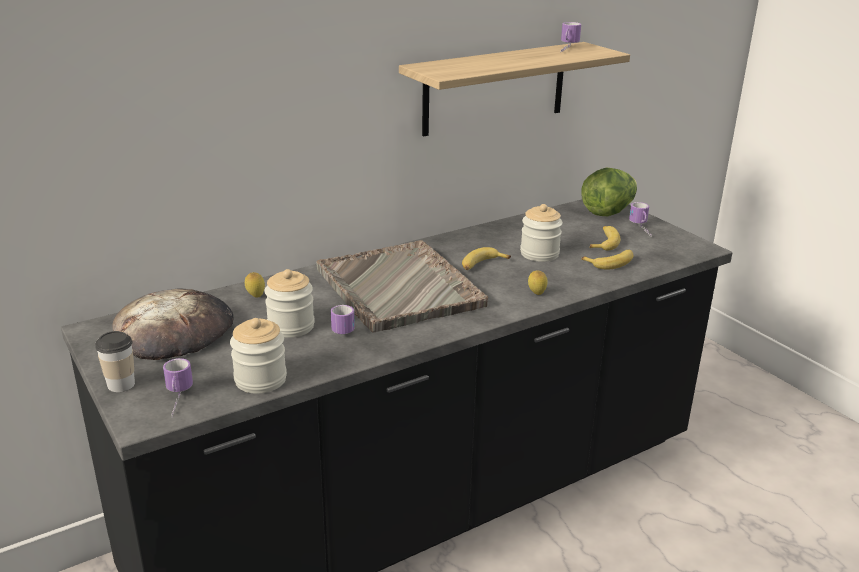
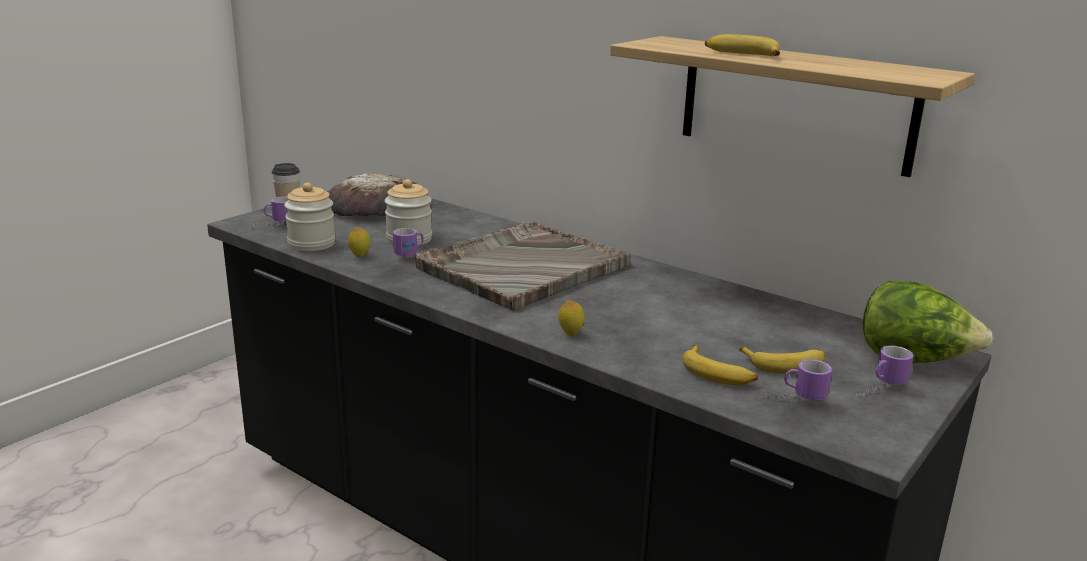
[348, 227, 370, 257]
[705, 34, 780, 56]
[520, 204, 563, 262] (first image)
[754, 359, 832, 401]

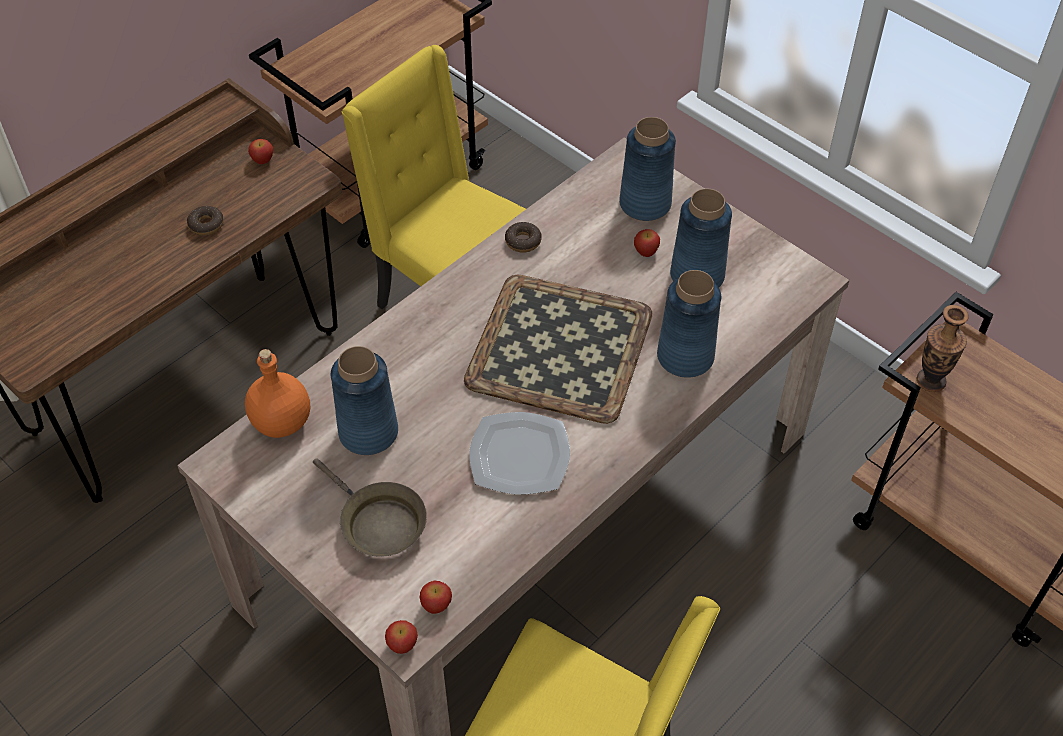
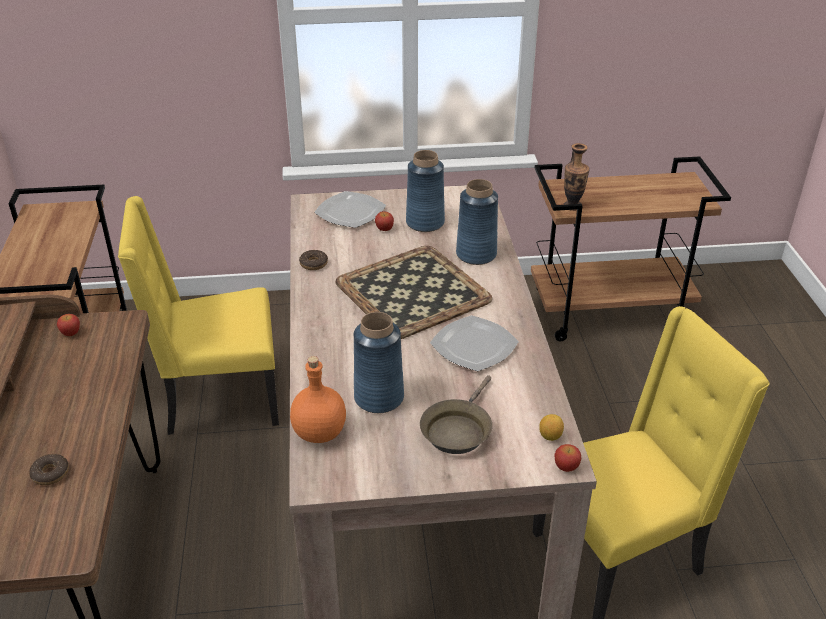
[29, 454, 69, 485]
[420, 375, 492, 454]
[539, 414, 564, 441]
[314, 191, 386, 228]

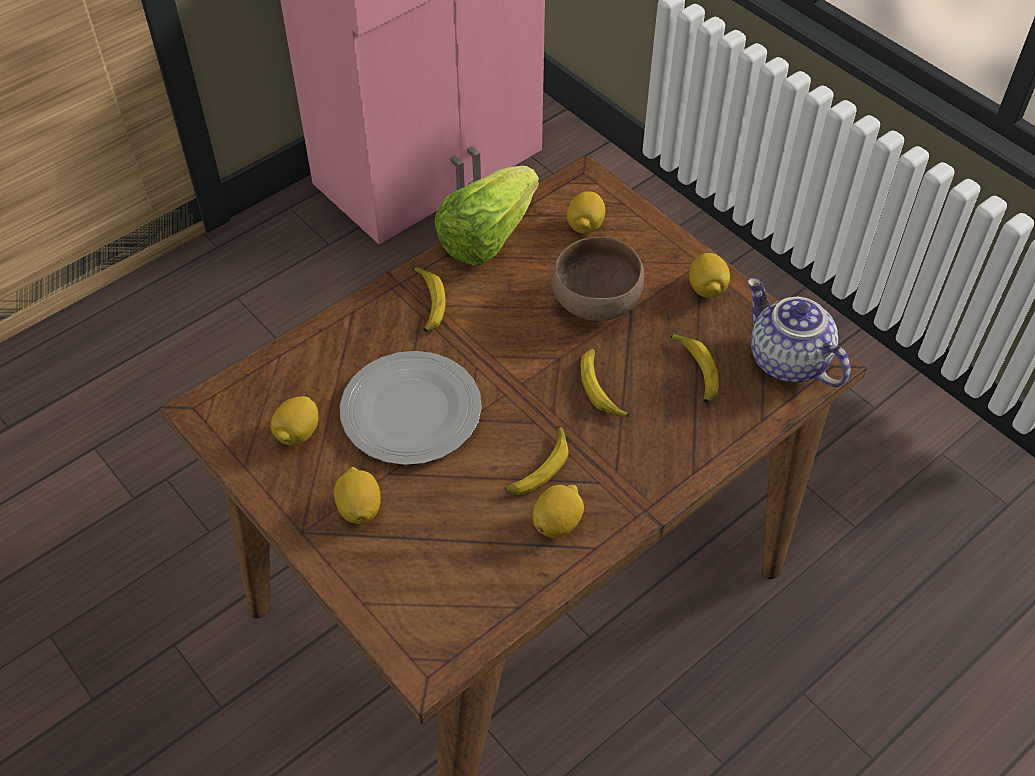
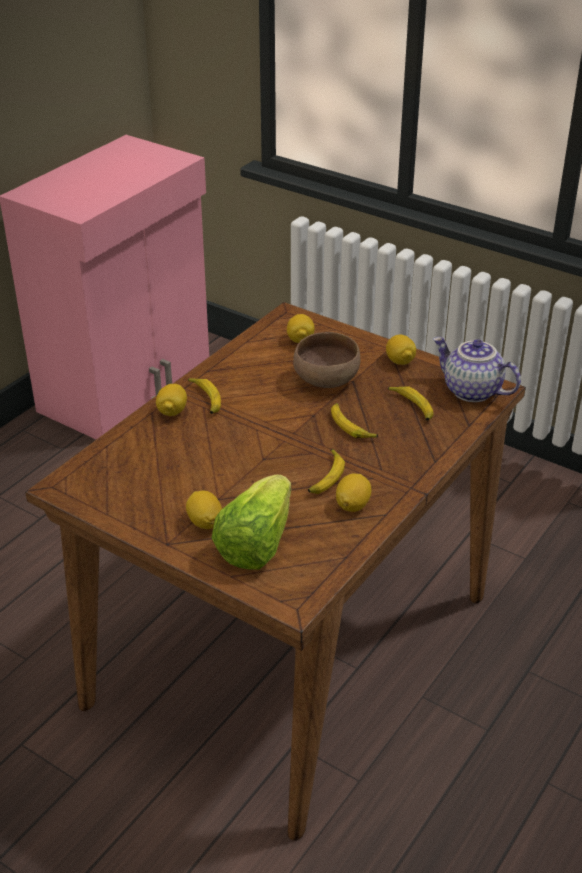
[156, 384, 187, 416]
[340, 351, 482, 465] (first image)
[211, 475, 291, 570]

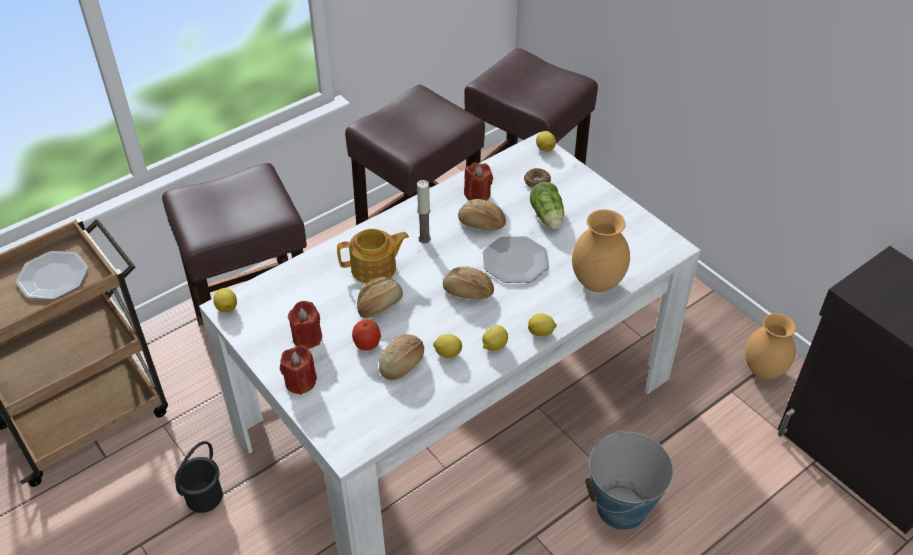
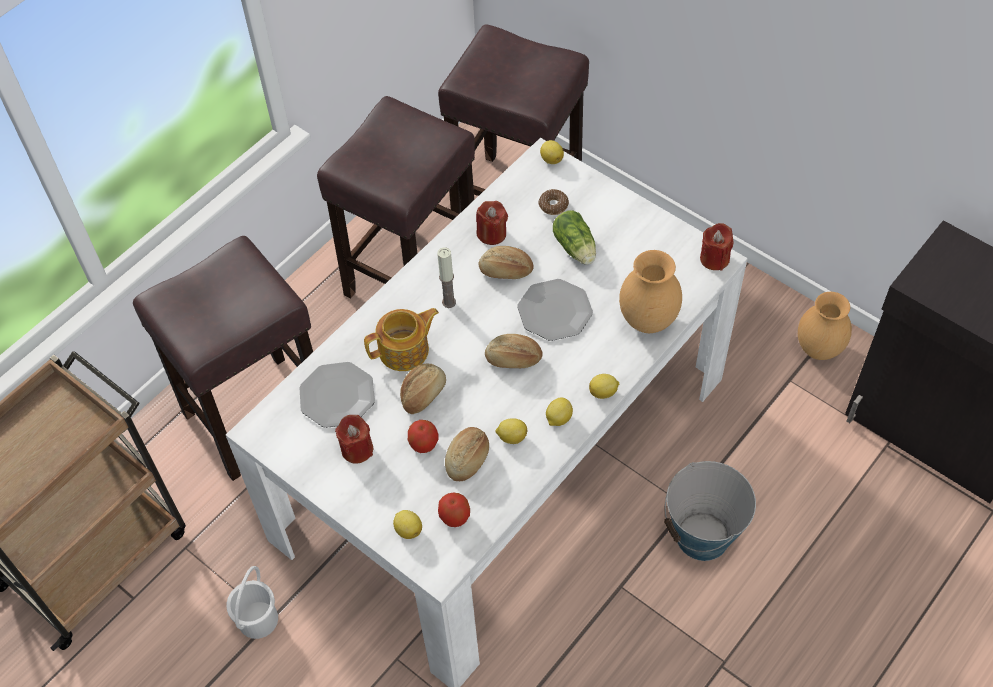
[299, 362, 375, 428]
[226, 566, 278, 639]
[393, 510, 422, 539]
[700, 223, 734, 271]
[438, 492, 470, 527]

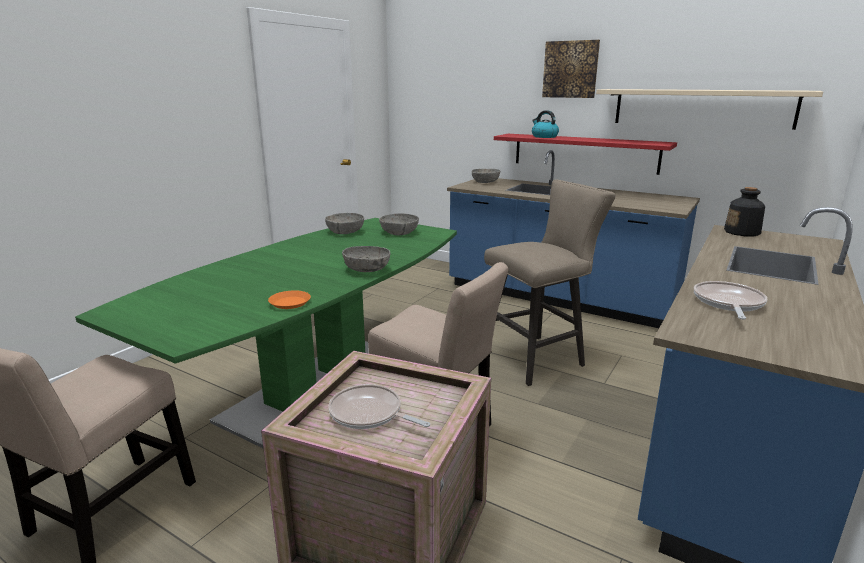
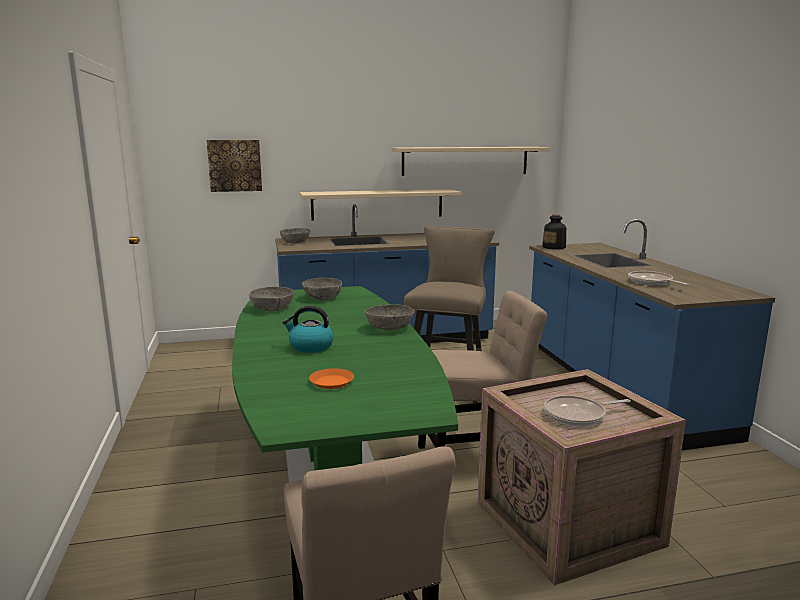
[309, 368, 354, 389]
[300, 189, 462, 220]
[282, 306, 334, 353]
[207, 140, 262, 192]

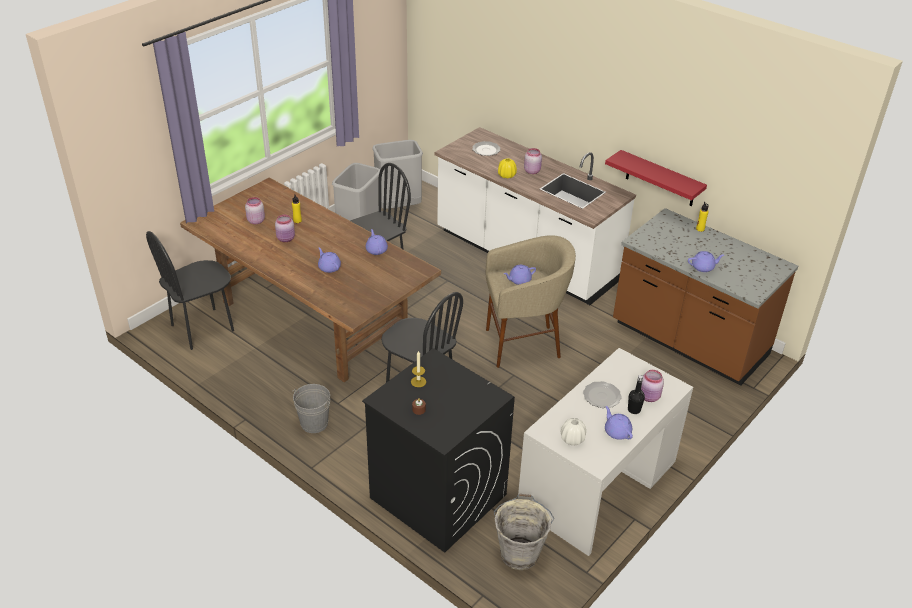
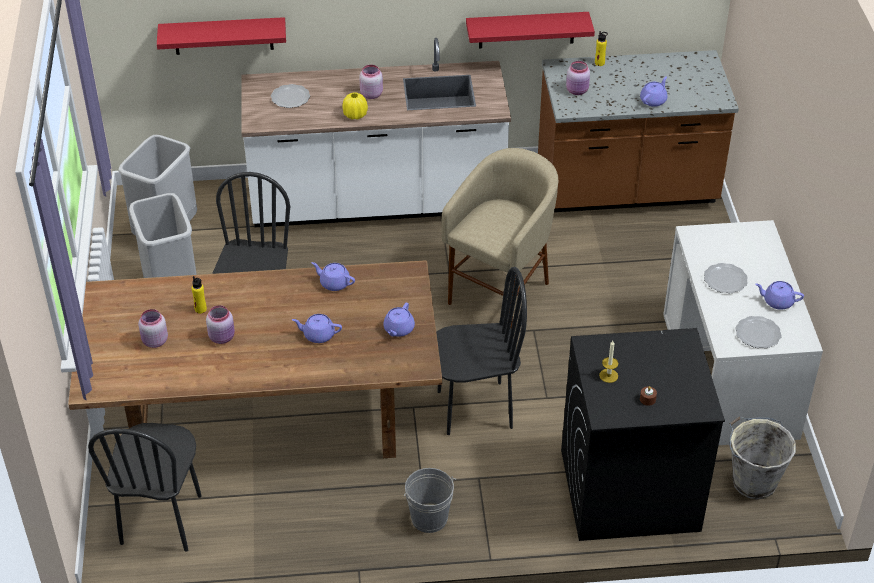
[383, 303, 415, 337]
[735, 316, 782, 348]
[628, 375, 645, 414] (first image)
[566, 61, 590, 95]
[157, 17, 286, 55]

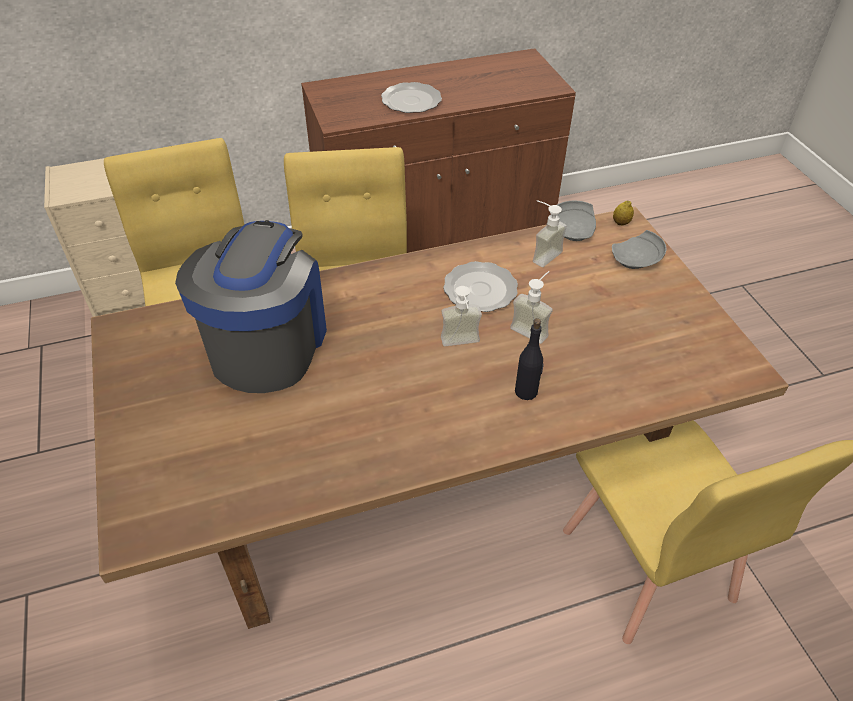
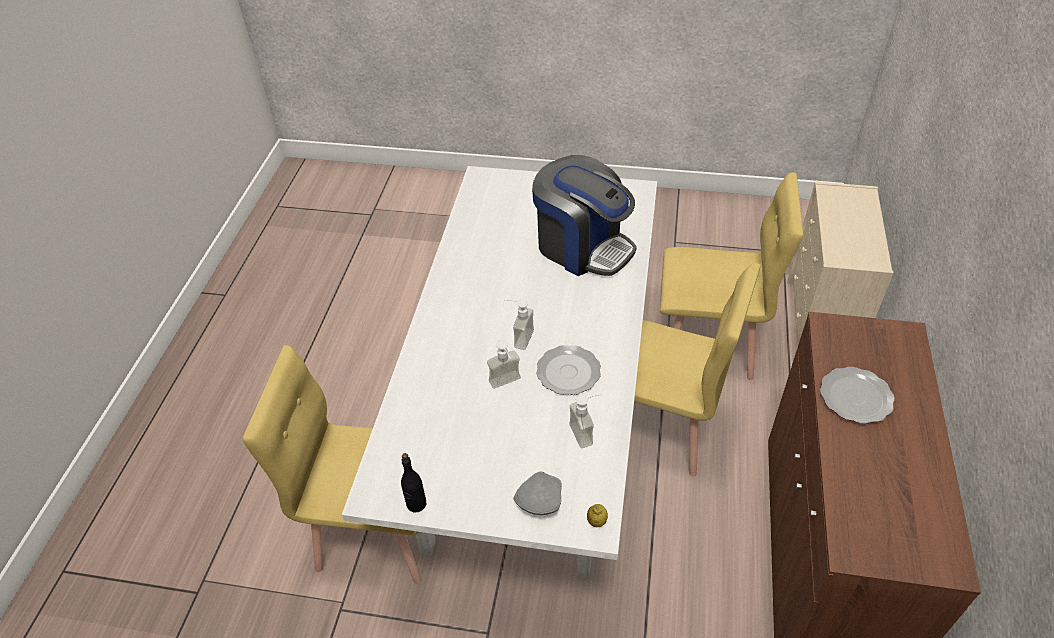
[342, 166, 657, 578]
[401, 453, 426, 513]
[557, 201, 596, 241] (first image)

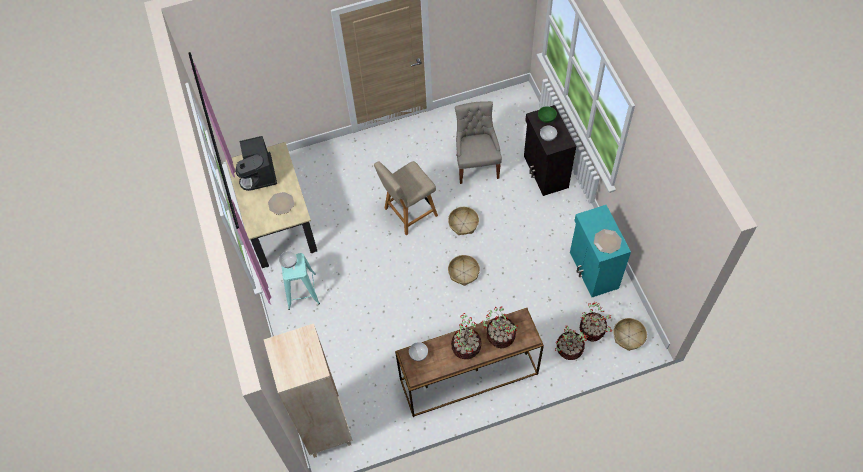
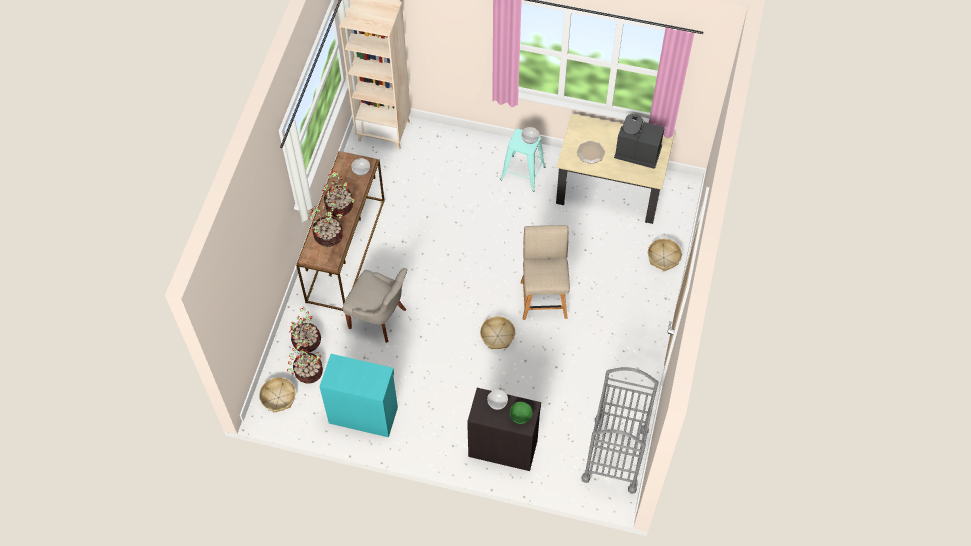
[648, 239, 682, 271]
[343, 268, 407, 343]
[594, 229, 622, 254] (first image)
[582, 367, 658, 494]

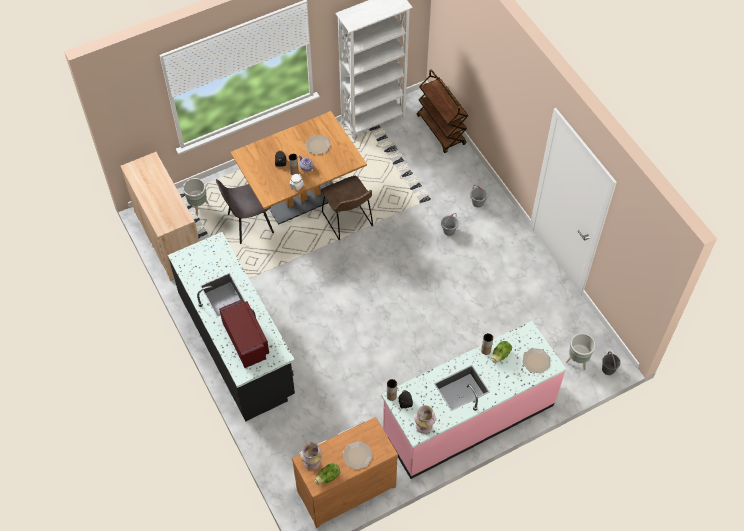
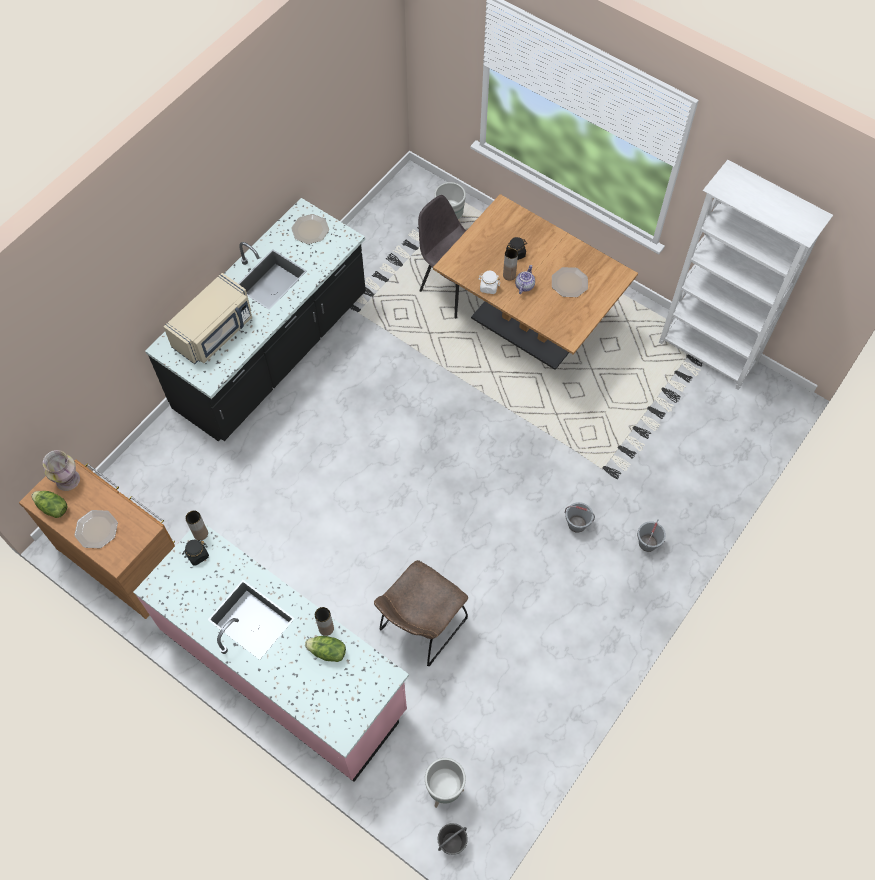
[121, 152, 199, 280] (first image)
[163, 273, 252, 364]
[374, 560, 468, 667]
[414, 405, 436, 434] (first image)
[417, 69, 468, 153] (first image)
[291, 214, 329, 244]

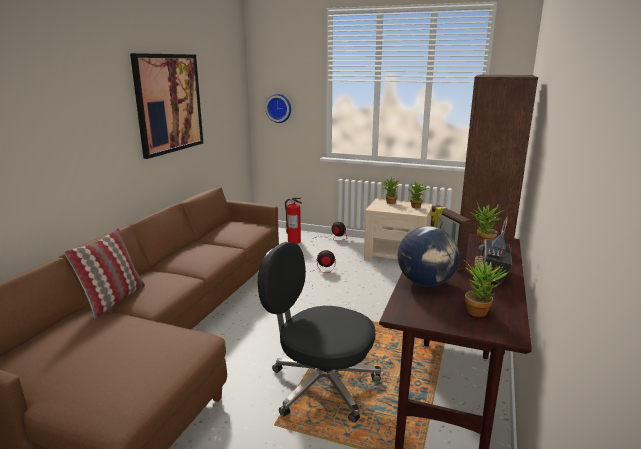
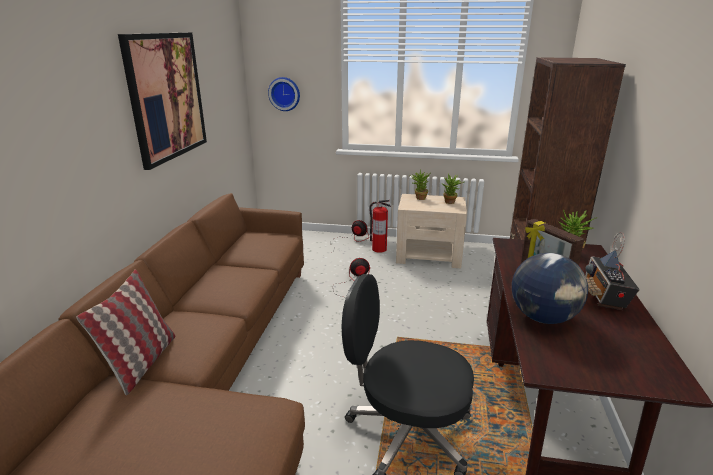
[369, 200, 391, 253]
[463, 260, 508, 317] (first image)

